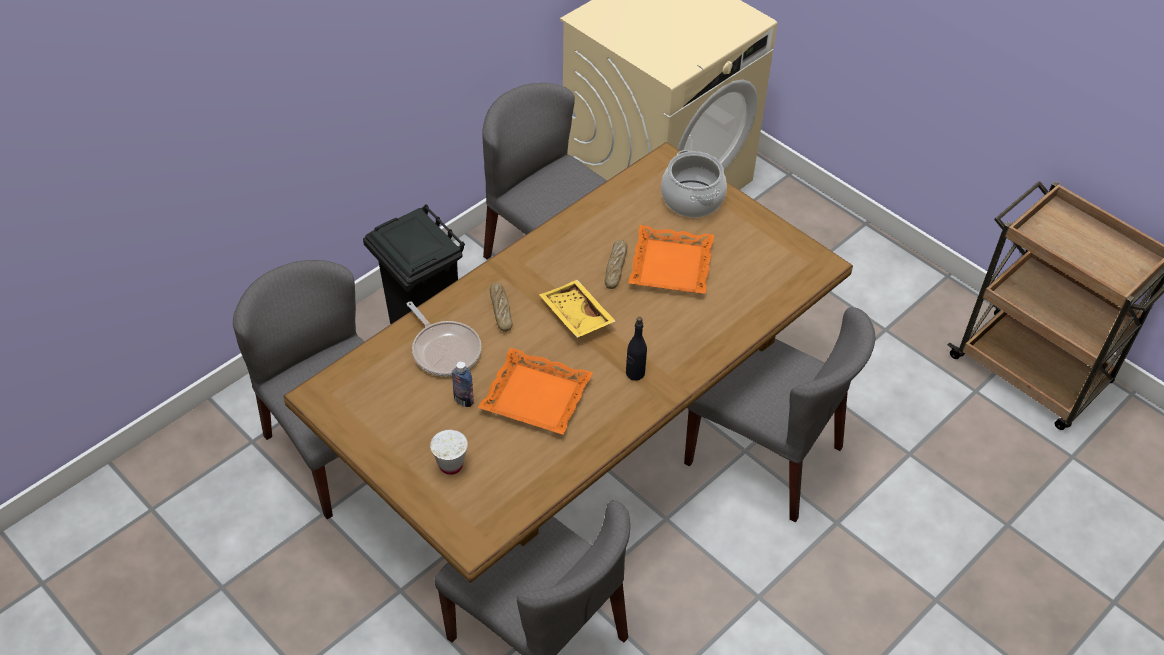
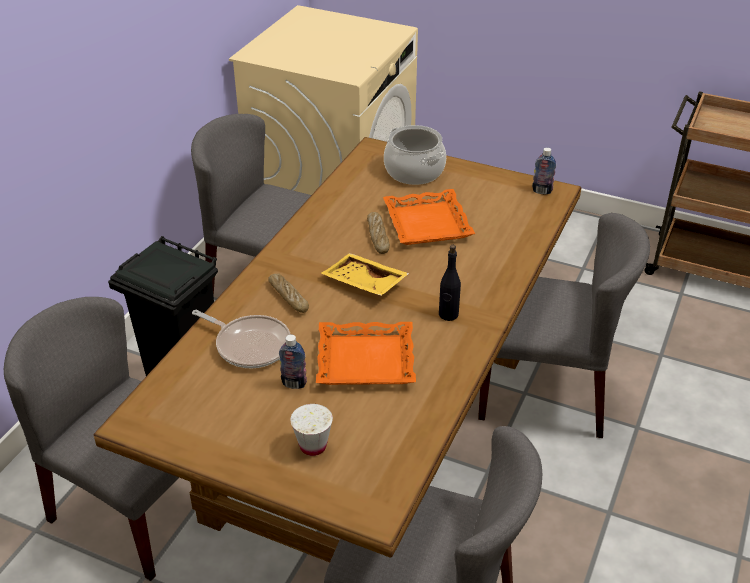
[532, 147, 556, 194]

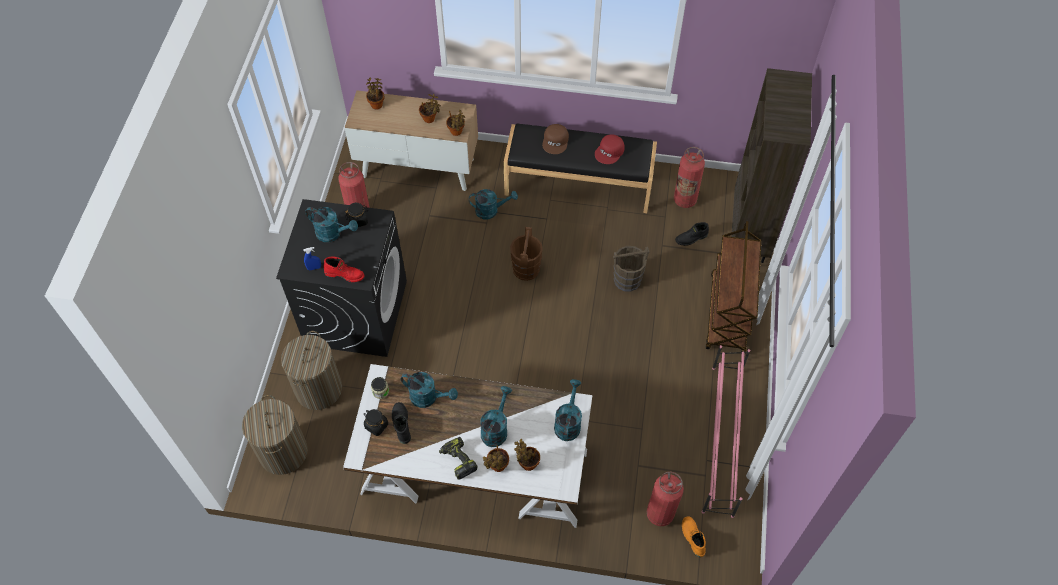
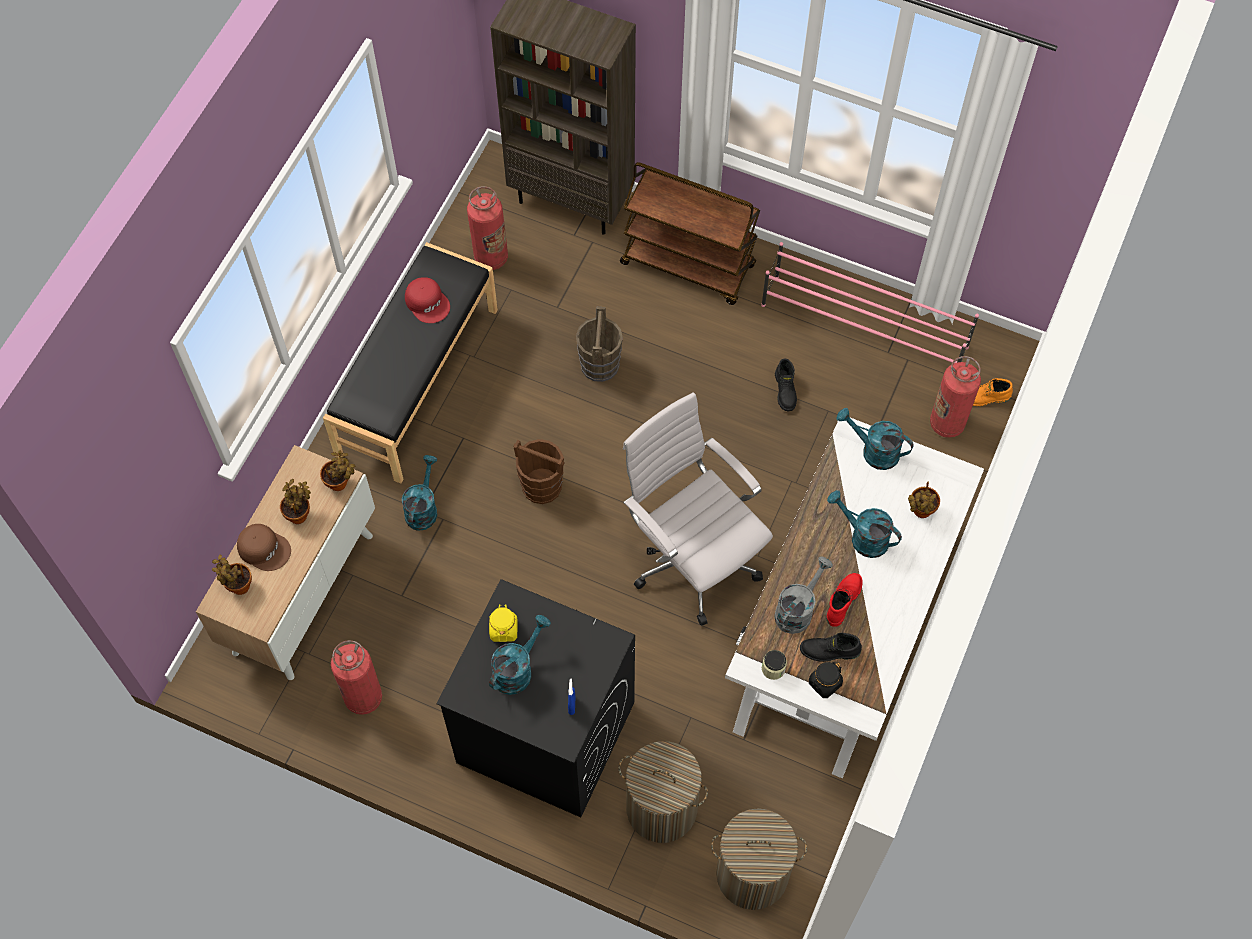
[826, 573, 863, 627]
[489, 604, 517, 642]
[774, 557, 833, 634]
[439, 437, 478, 480] (first image)
[483, 445, 509, 472] (first image)
[237, 524, 291, 571]
[775, 359, 797, 411]
[623, 392, 773, 626]

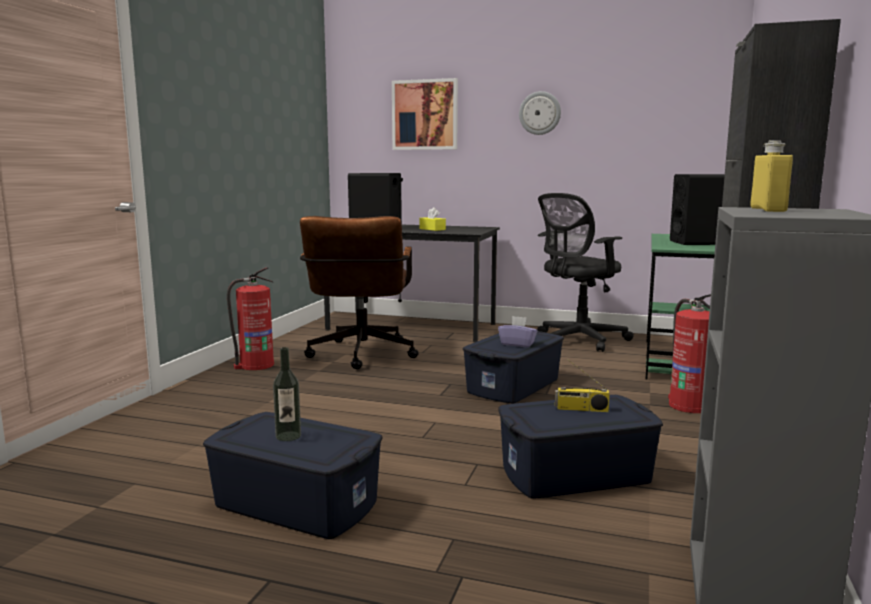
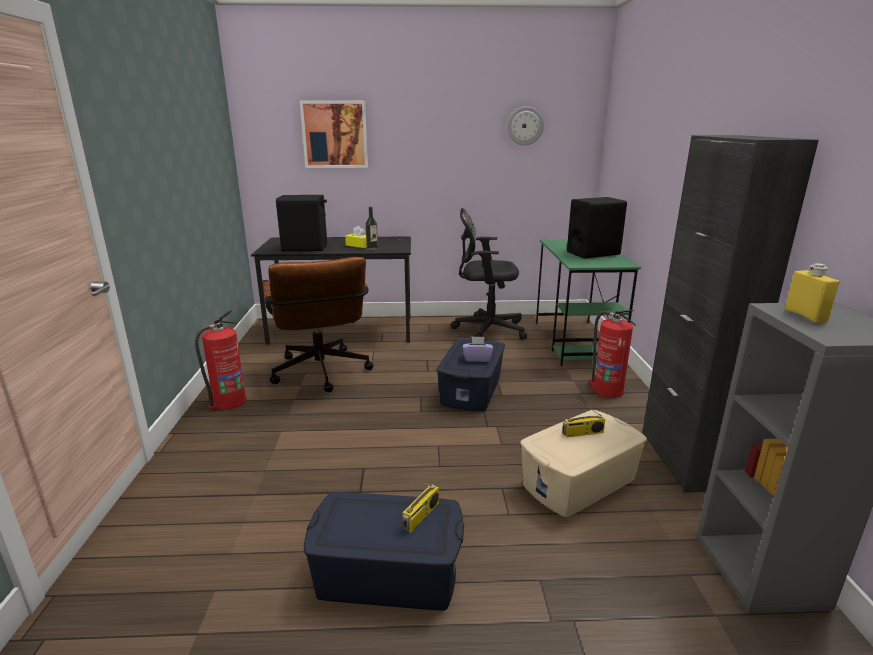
[365, 207, 378, 250]
[520, 410, 647, 518]
[507, 106, 544, 146]
[451, 208, 527, 340]
[402, 482, 439, 532]

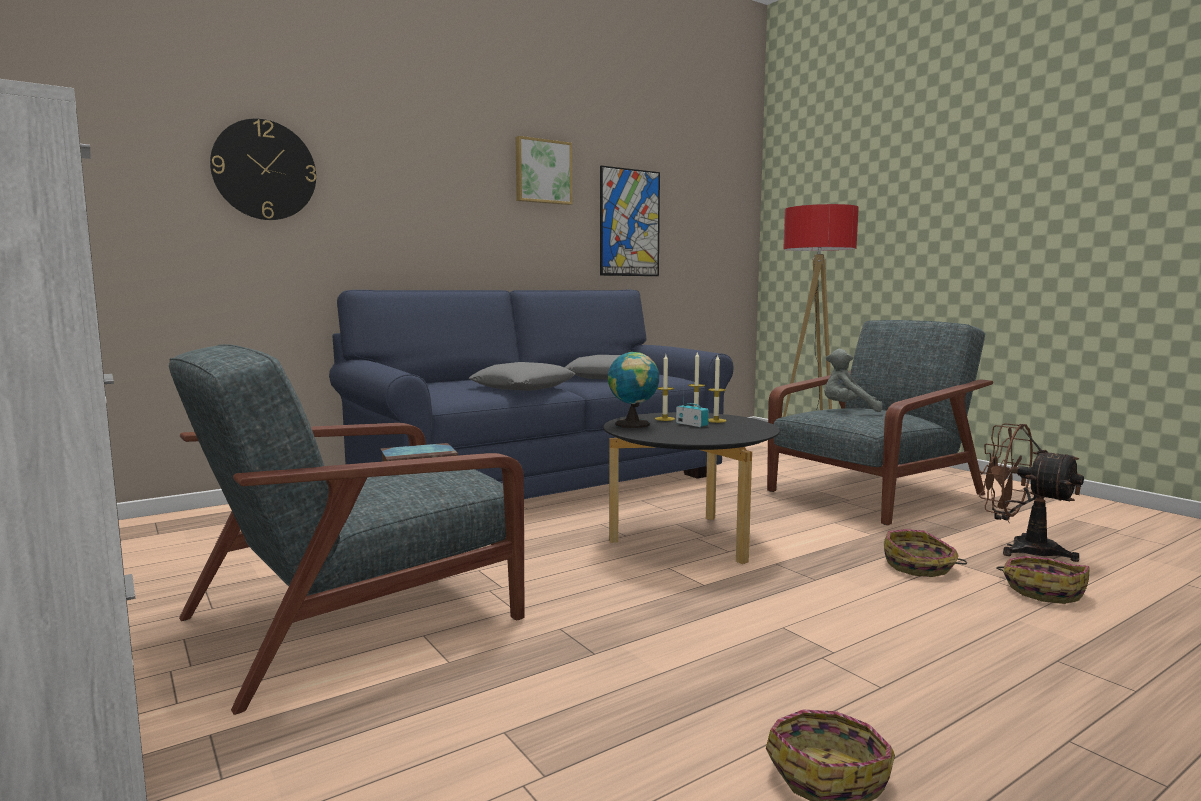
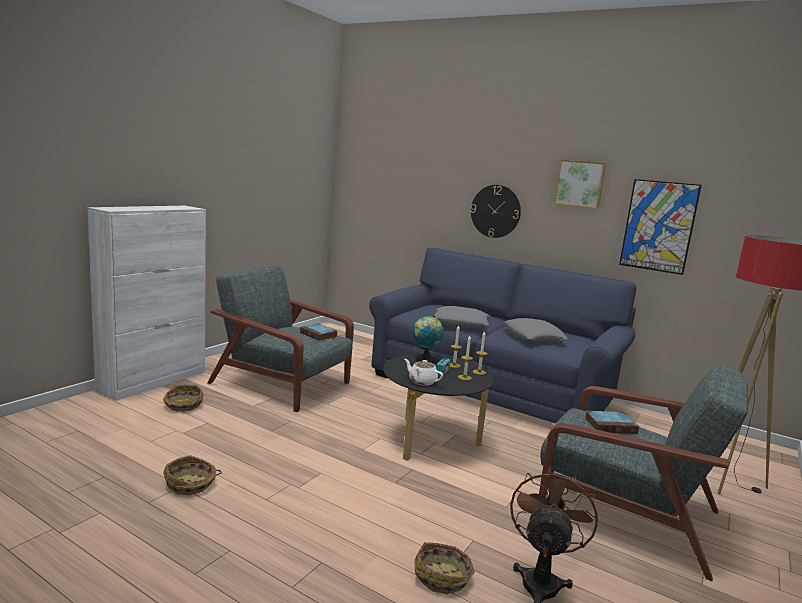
[471, 185, 521, 238]
[584, 410, 639, 434]
[163, 384, 204, 412]
[404, 359, 443, 386]

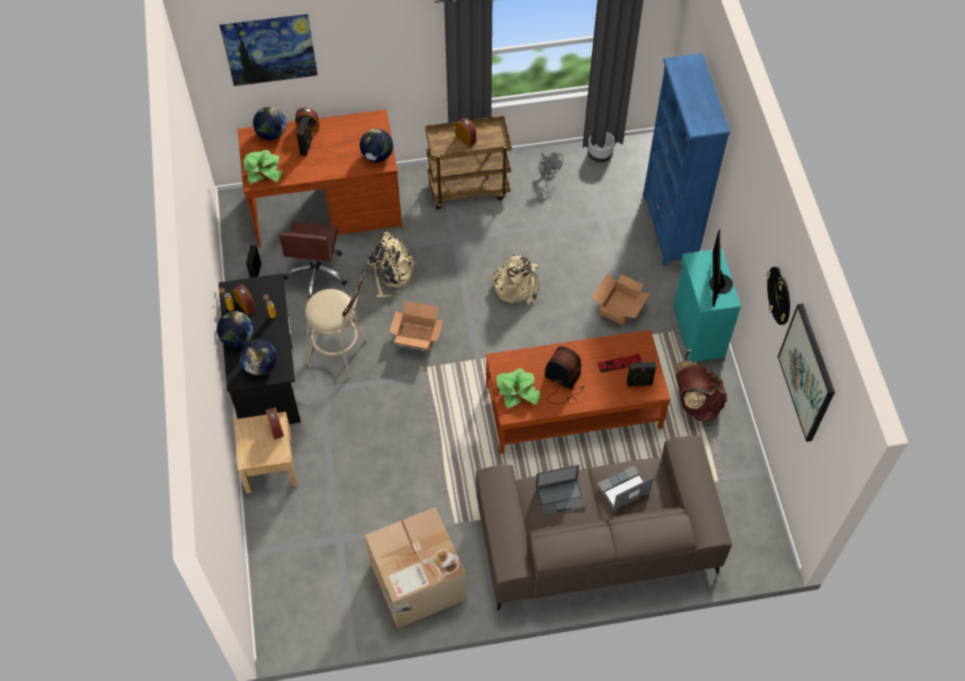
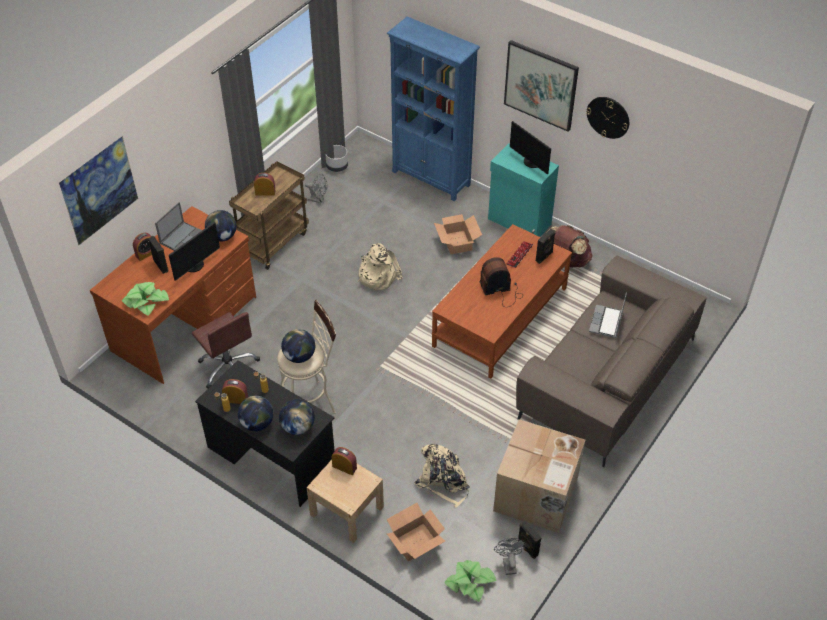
[518, 520, 541, 559]
[281, 329, 315, 363]
[414, 444, 470, 508]
[387, 503, 445, 562]
[444, 560, 497, 602]
[155, 202, 202, 251]
[504, 40, 579, 132]
[169, 222, 220, 281]
[494, 538, 526, 575]

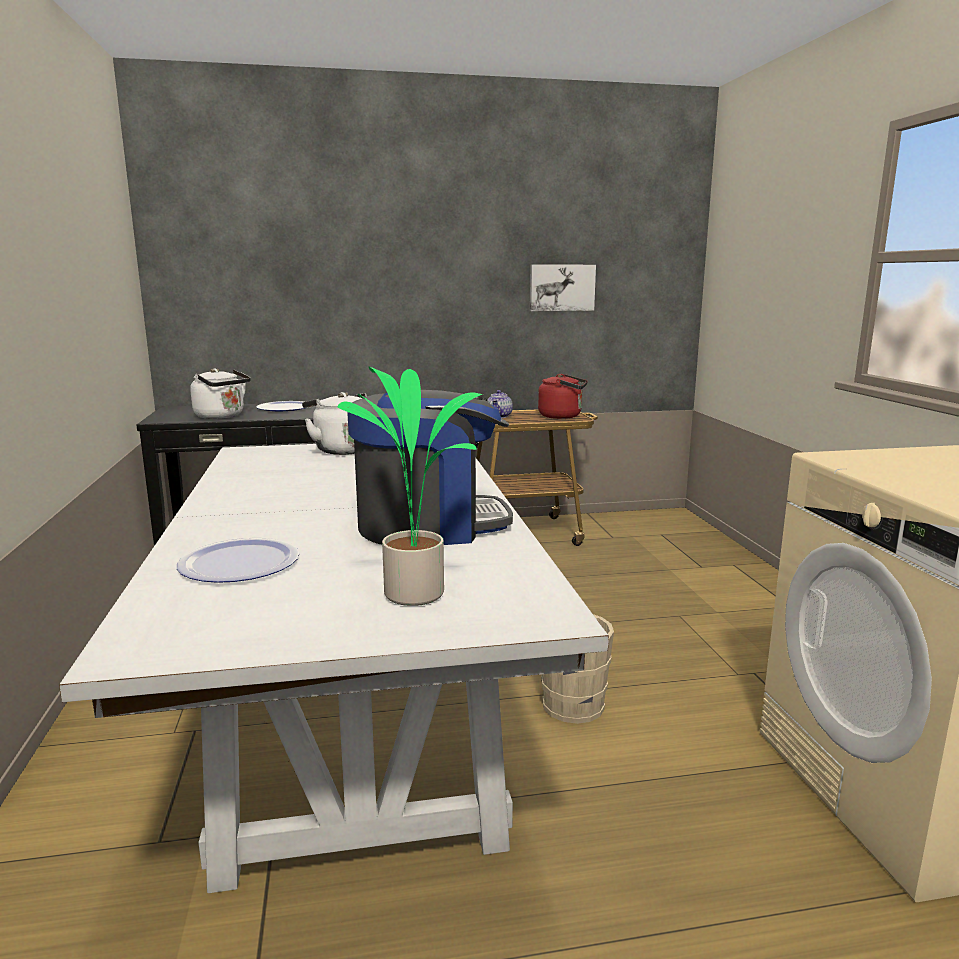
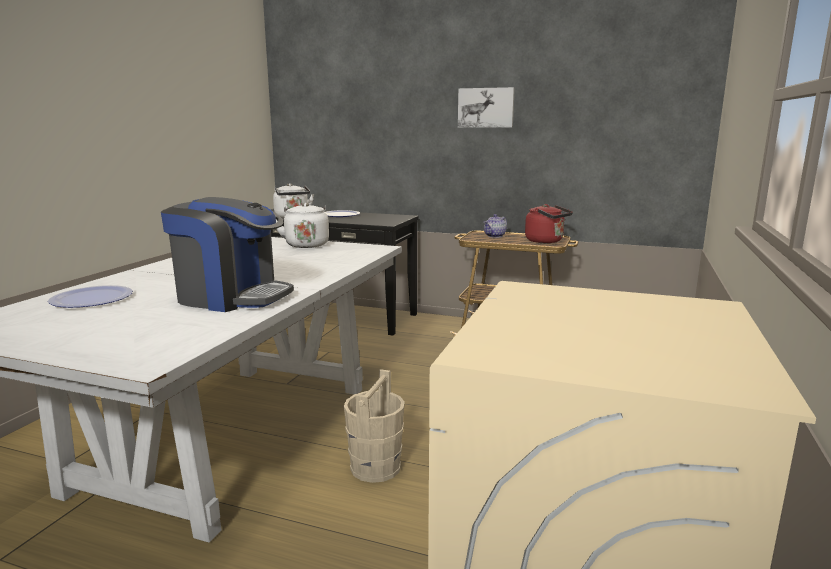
[338, 366, 483, 606] (first image)
[458, 87, 515, 128]

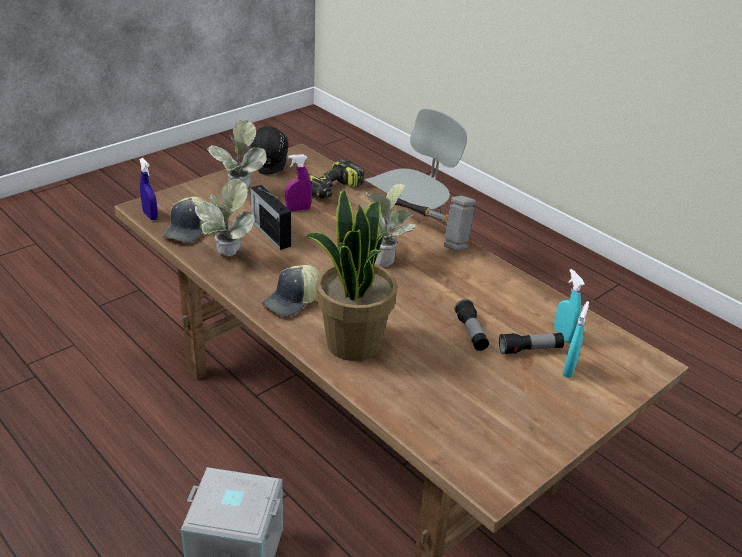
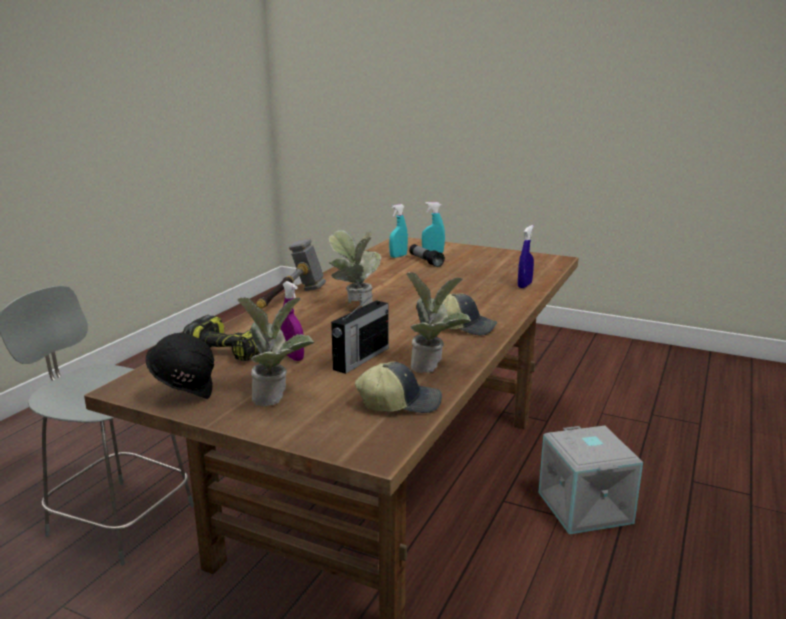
[518, 225, 534, 288]
[305, 188, 397, 361] (first image)
[454, 299, 489, 351] (first image)

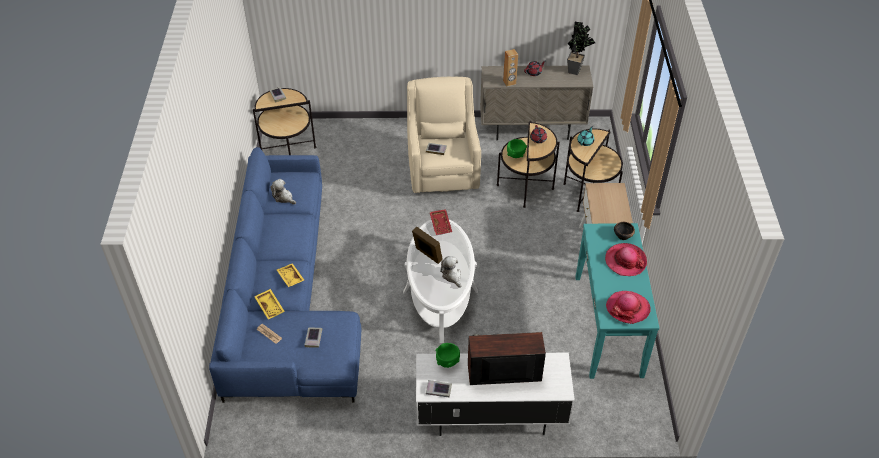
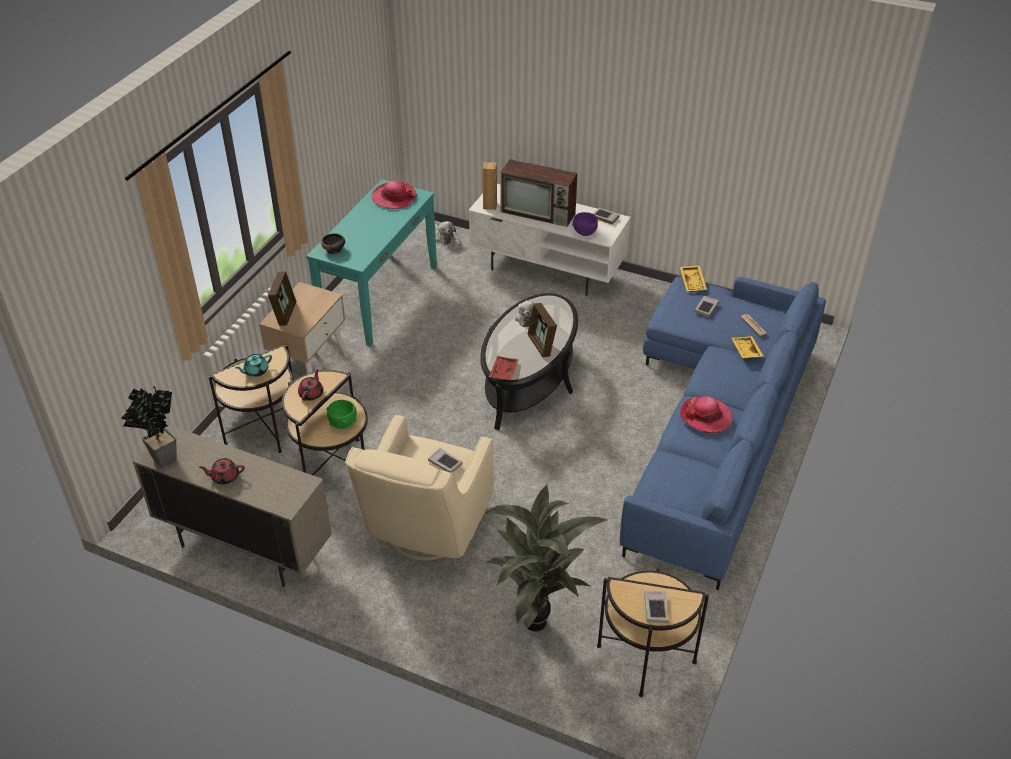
[435, 221, 456, 244]
[680, 265, 707, 292]
[480, 293, 578, 430]
[572, 212, 598, 236]
[483, 162, 497, 210]
[680, 396, 733, 433]
[268, 271, 296, 326]
[485, 485, 607, 632]

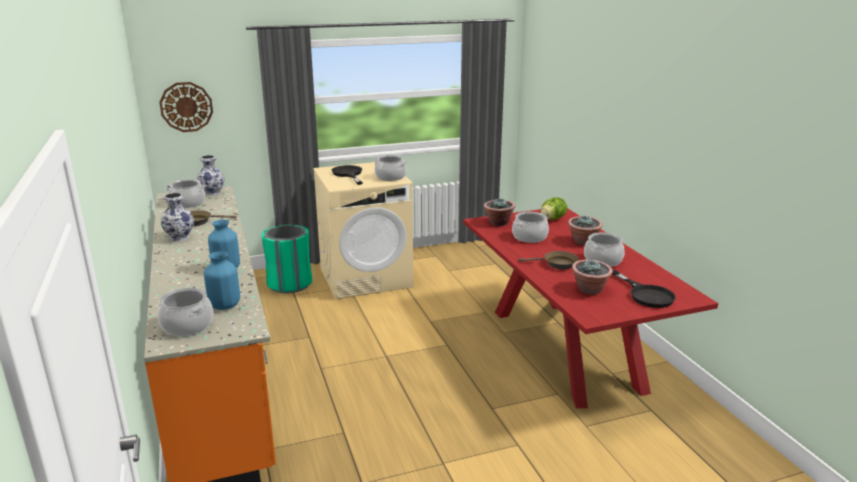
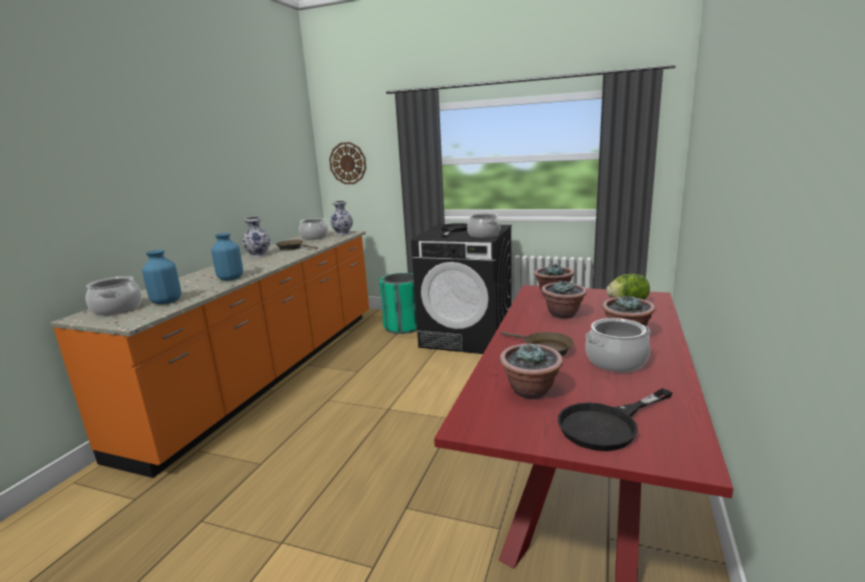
[411, 224, 512, 354]
[541, 281, 587, 319]
[558, 388, 673, 451]

